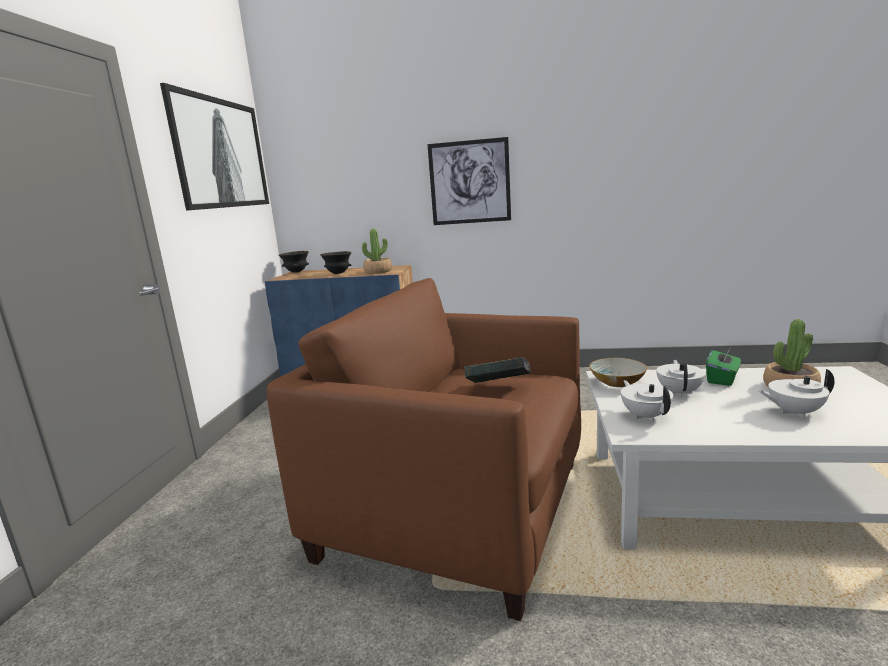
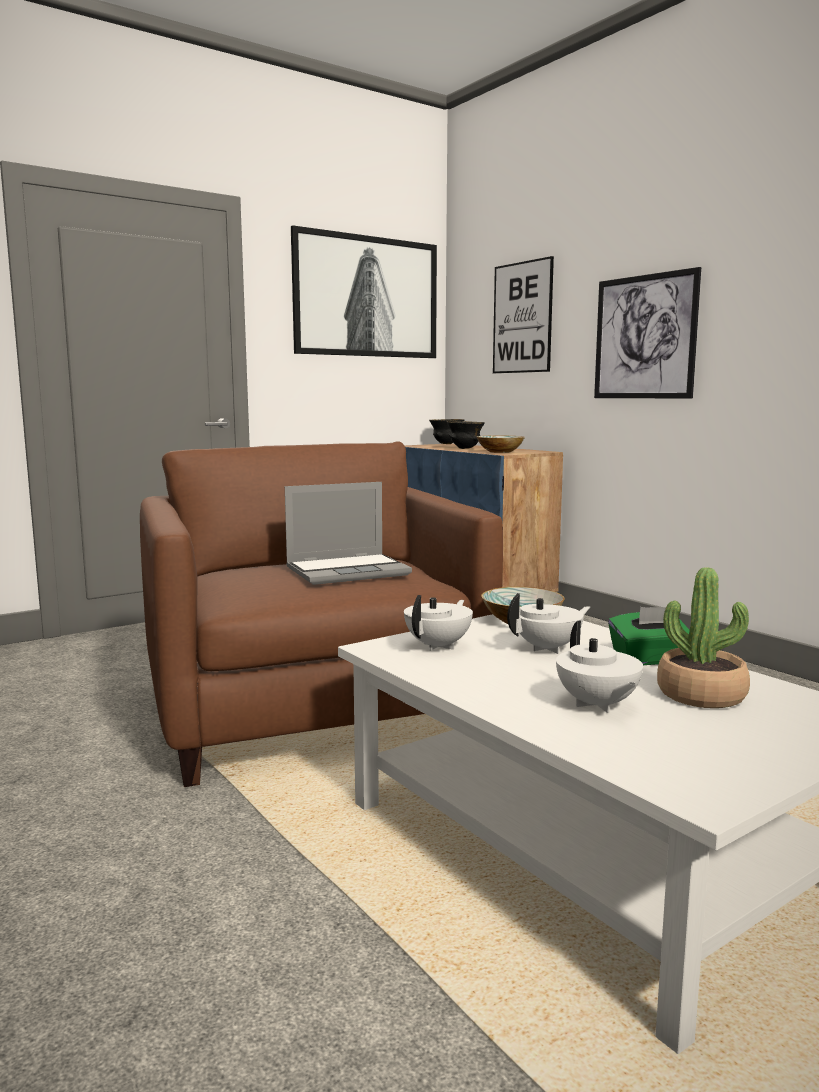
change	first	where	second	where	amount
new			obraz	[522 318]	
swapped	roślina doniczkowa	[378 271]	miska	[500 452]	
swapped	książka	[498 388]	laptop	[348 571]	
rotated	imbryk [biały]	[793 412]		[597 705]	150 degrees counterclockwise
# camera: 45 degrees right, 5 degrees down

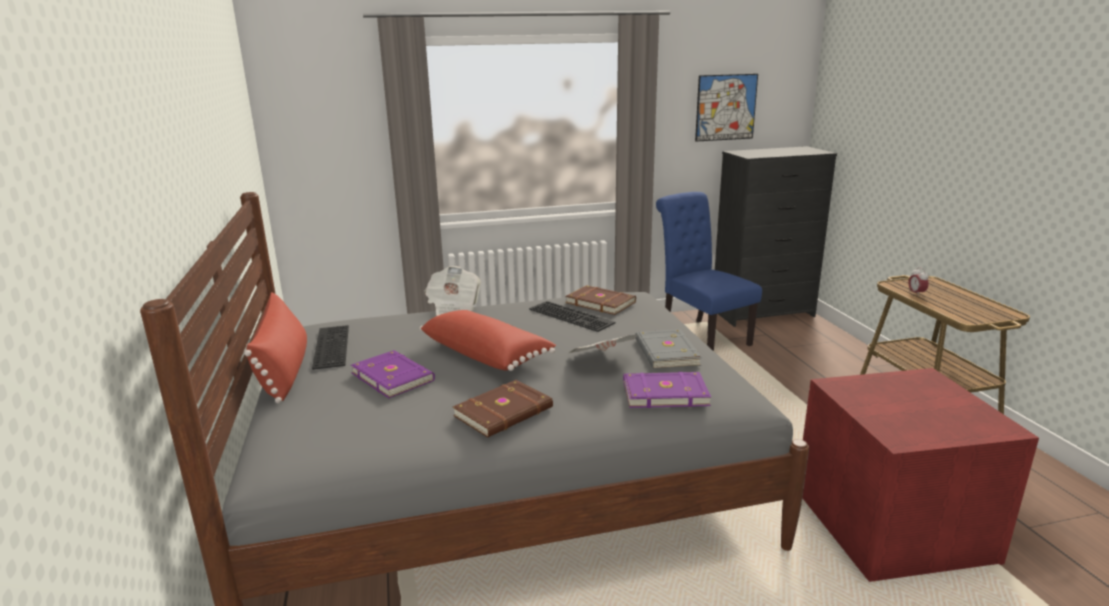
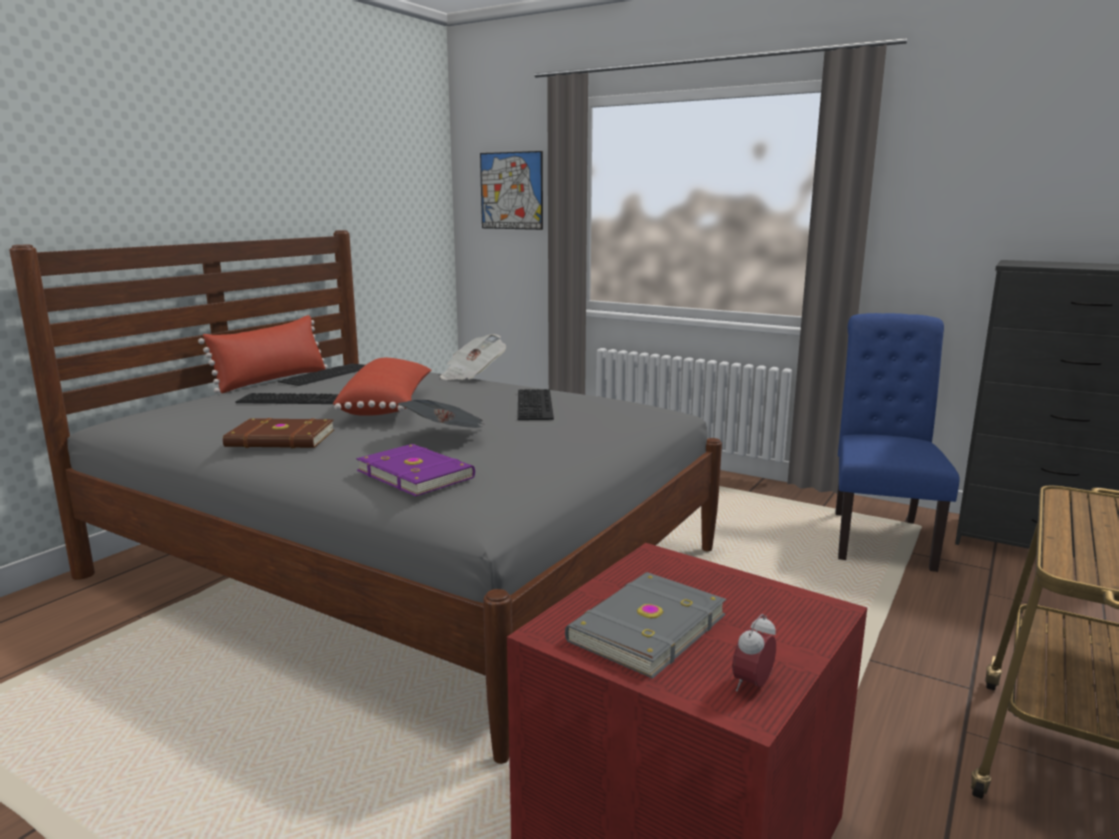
change	first	where	second	where	amount
gone	książka [brązowy]	[600 302]			
shifted	książka [szary]	[665 353]		[644 627]	
shifted	obraz	[726 107]		[511 191]	
shifted	budzik	[916 294]		[752 685]	
swapped	książka [fioletowy]	[393 376]	klawiatura	[298 399]	
# camera: 45 degrees right, 5 degrees down

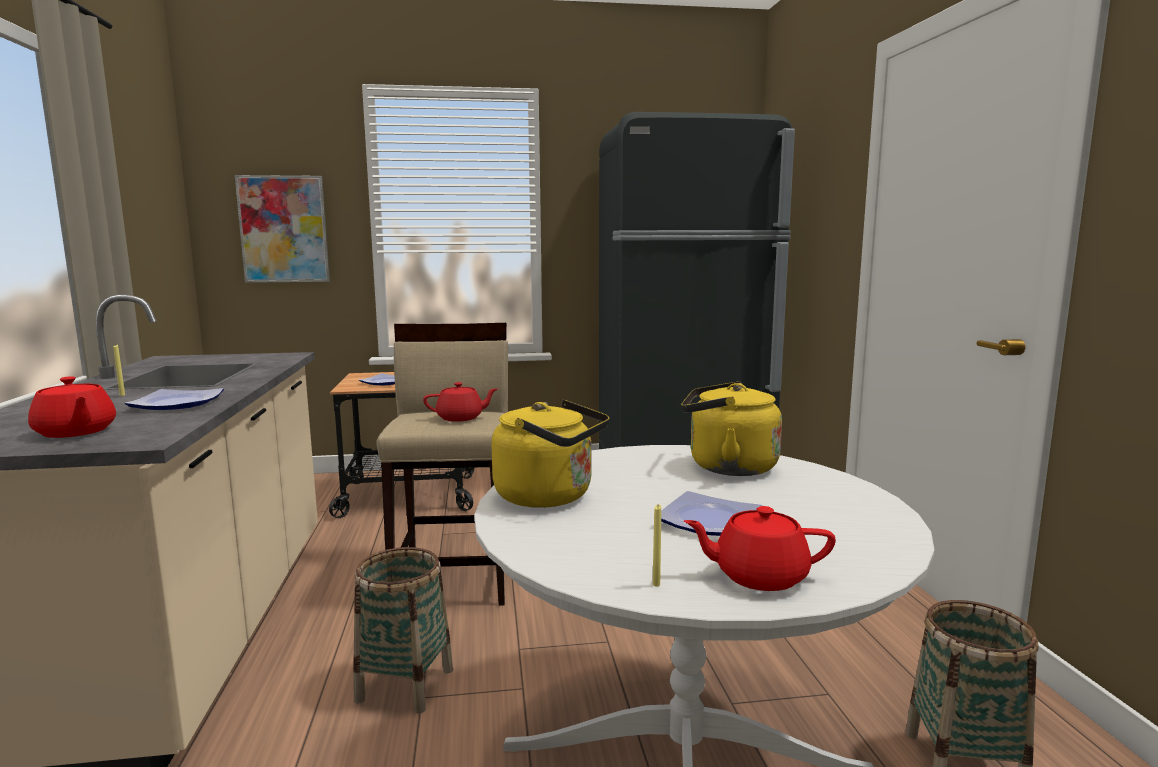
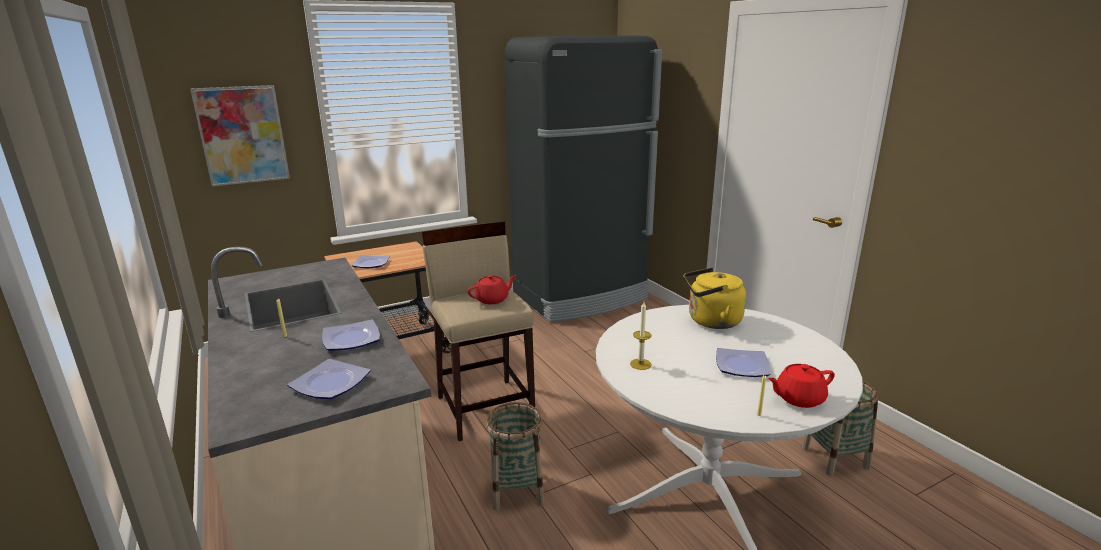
change	first	where	second	where	amount
swapped	imbryk [czerwony]	[75 432]	talerz	[332 383]	
swapped	czajnik [żółty]	[550 496]	świeca	[640 364]	
# camera: 20 degrees left, 10 degrees up

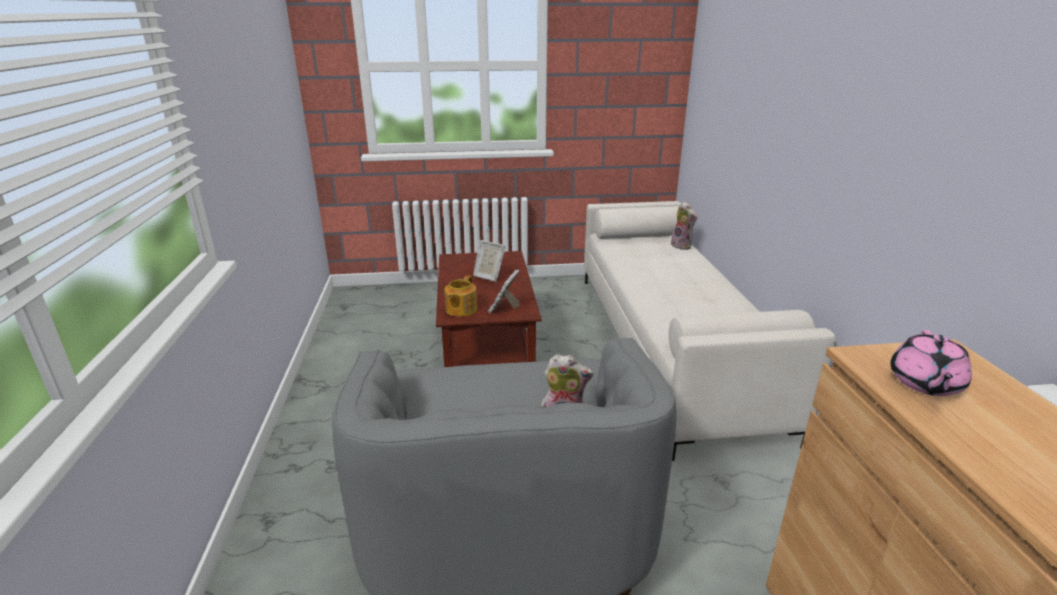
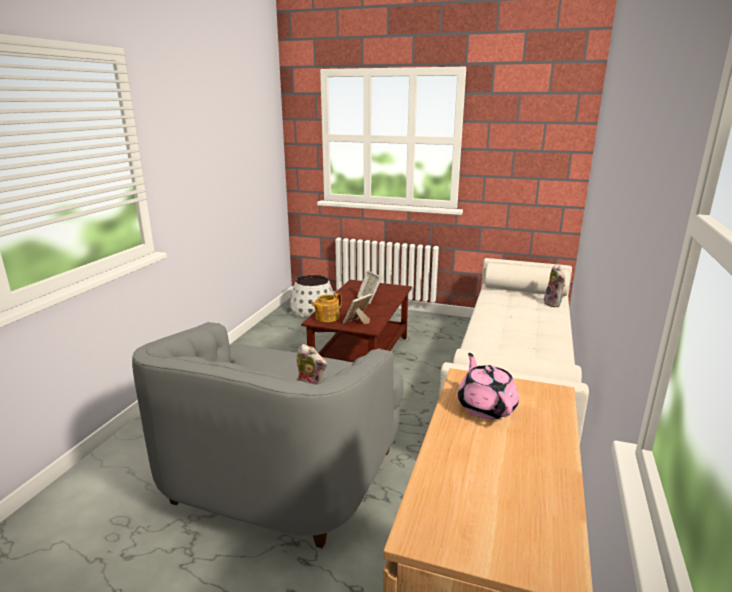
change	first	where	second	where	amount
new			donica [biały]	[313 310]	
rotated	imbryk [różowy]	[925 383]		[486 406]	120 degrees clockwise
# camera: 25 degrees right, 5 degrees down

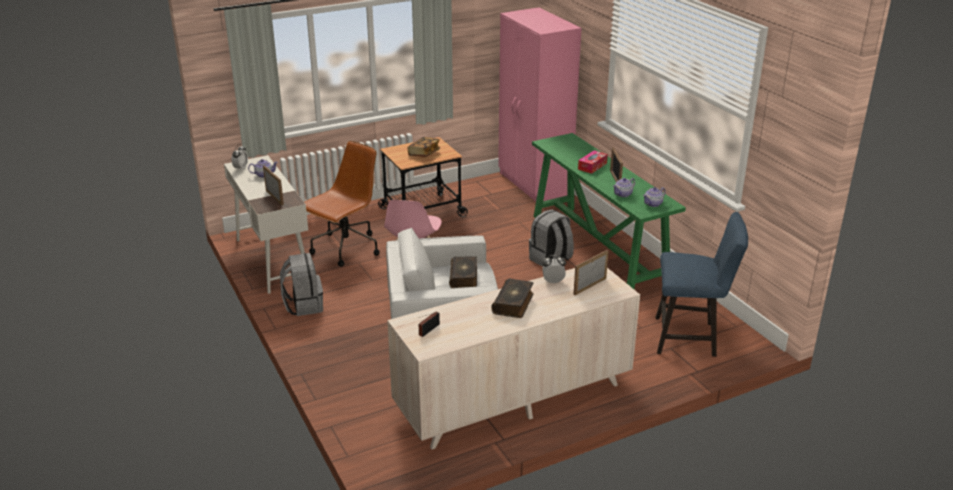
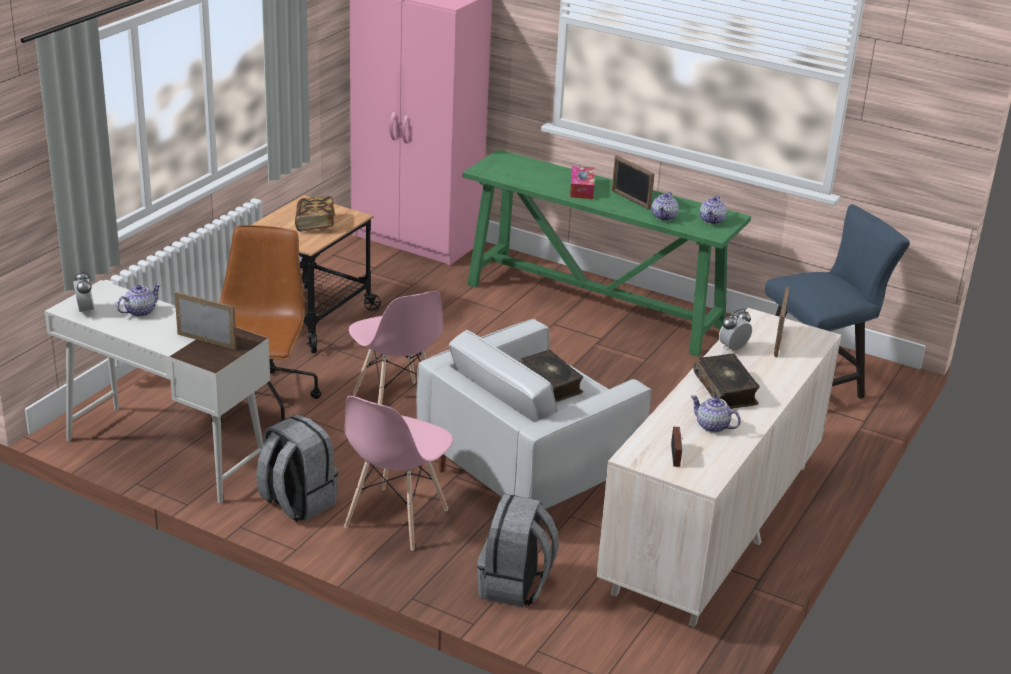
change	first	where	second	where	amount
new			krzesło [różowy]	[396 519]	
new			imbryk	[712 426]	
shifted	plecak [szary]	[550 259]		[515 586]	
# camera: 35 degrees left, 0 degrees up

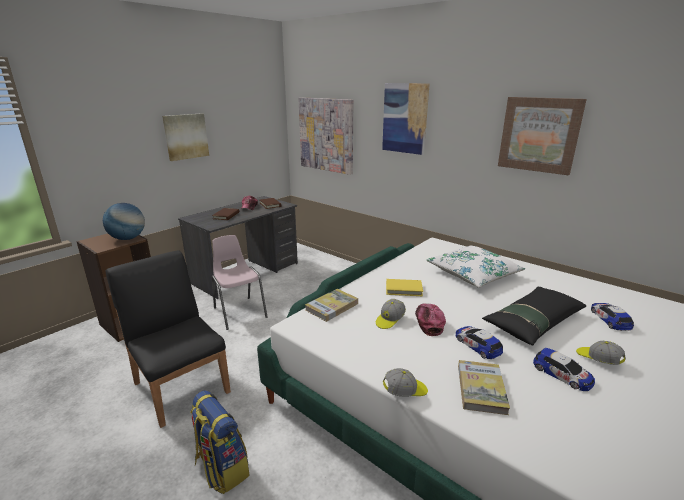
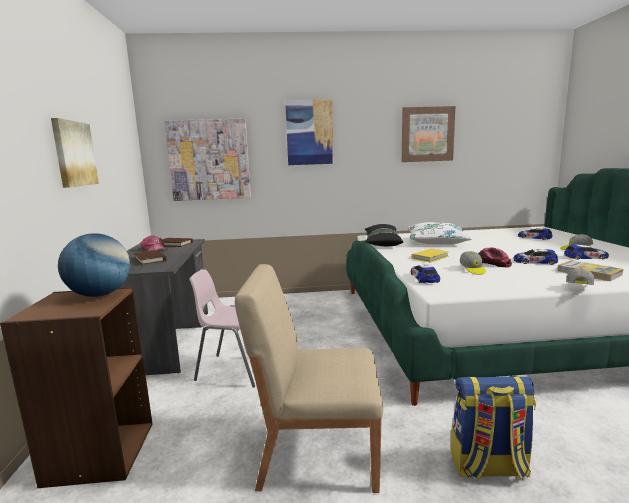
change	first	where	second	where	amount
shifted	poduszka [czarny]	[533 322]		[382 242]	
swapped	książka	[332 307]	samochodzik	[424 278]	
repainted	krzesło [czarny]	[181 386]	krzesło [beżowy]	[316 452]	
# camera: 45 degrees left, 10 degrees down

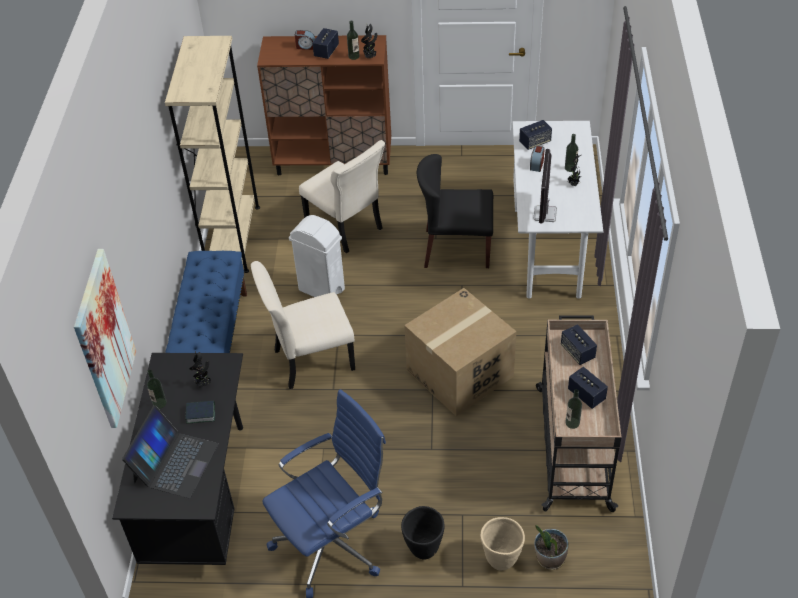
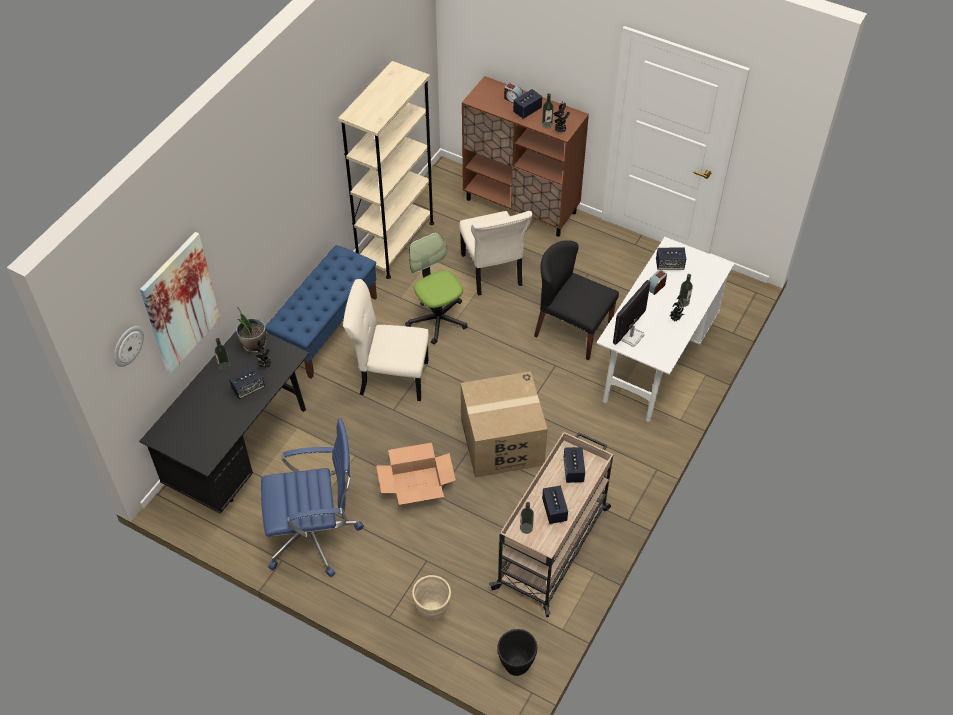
change	first	where	second	where	amount
gone	laptop	[175 463]			
new			zegar ścienny	[127 345]	
new			karton	[416 485]	
shifted	donica [czarny]	[423 549]		[516 665]	
shifted	roślina doniczkowa	[549 559]		[254 344]	
swapped	książka	[200 413]	głośnik	[248 388]	
swapped	kosz na śmieci [biały]	[321 289]	krzesło biurowe	[437 319]	
# camera: 25 degrees right, 5 degrees up

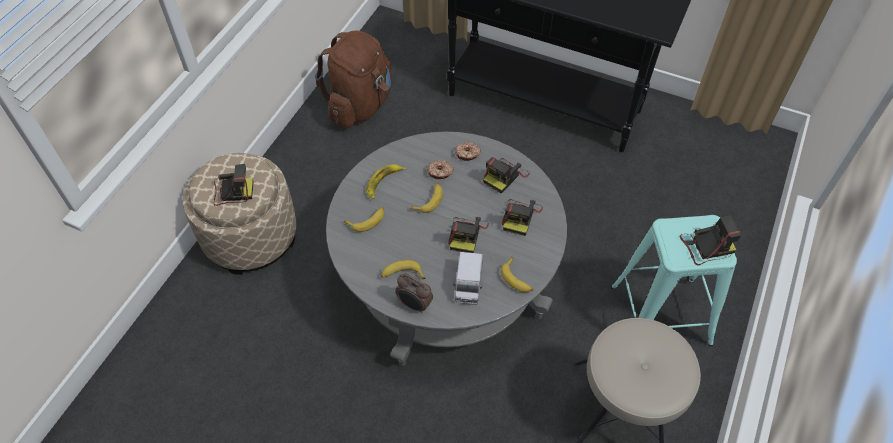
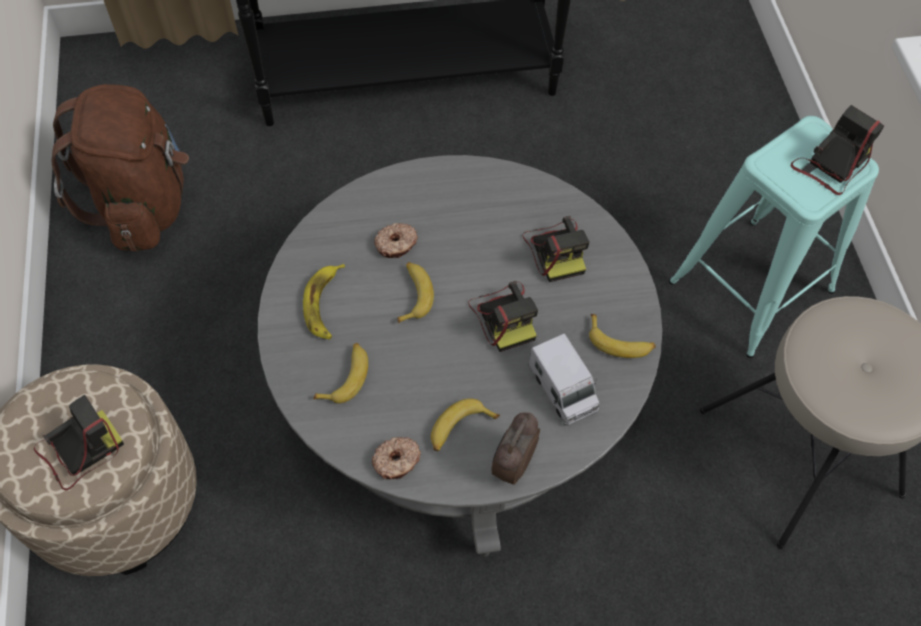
change	first	where	second	where	amount
gone	aparat fotograficzny	[505 176]			
shifted	donut	[467 154]		[397 461]	
rotated	budzik	[414 305]		[512 464]	120 degrees clockwise
# camera: 35 degrees left, 5 degrees up

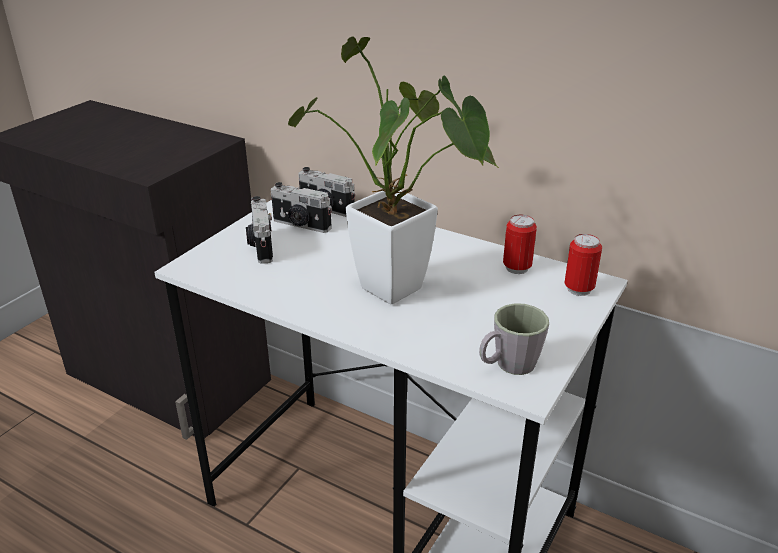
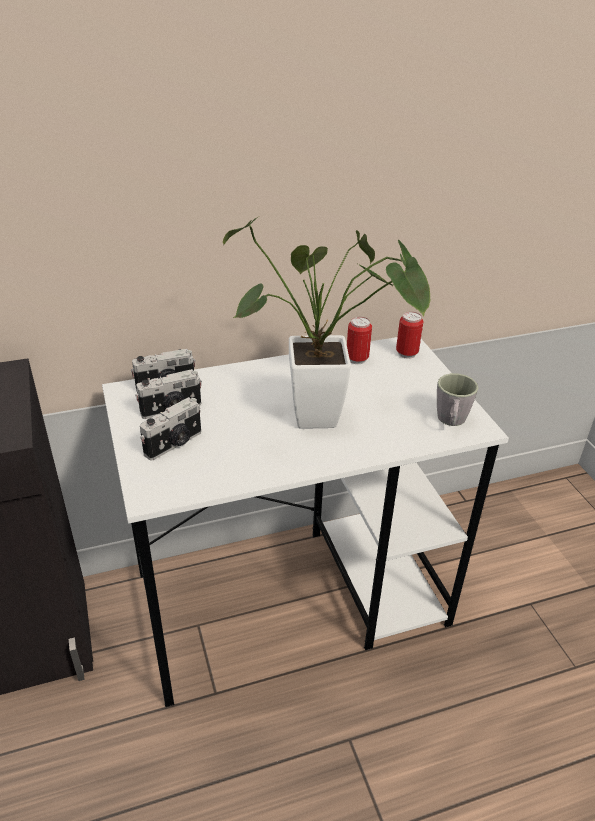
change	first	where	second	where	amount
rotated	aparat fotograficzny	[261 247]		[174 444]	75 degrees counterclockwise
# camera: 50 degrees left, 5 degrees up

